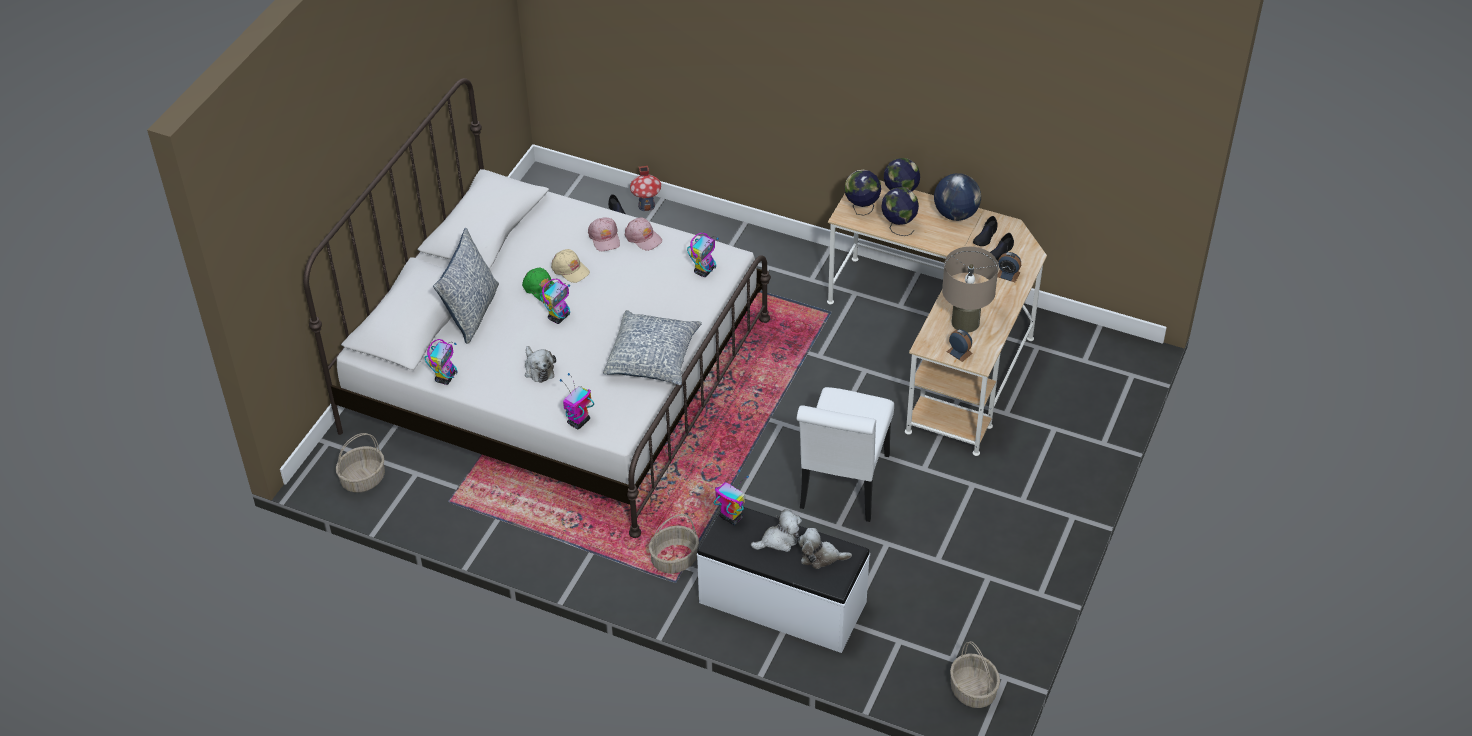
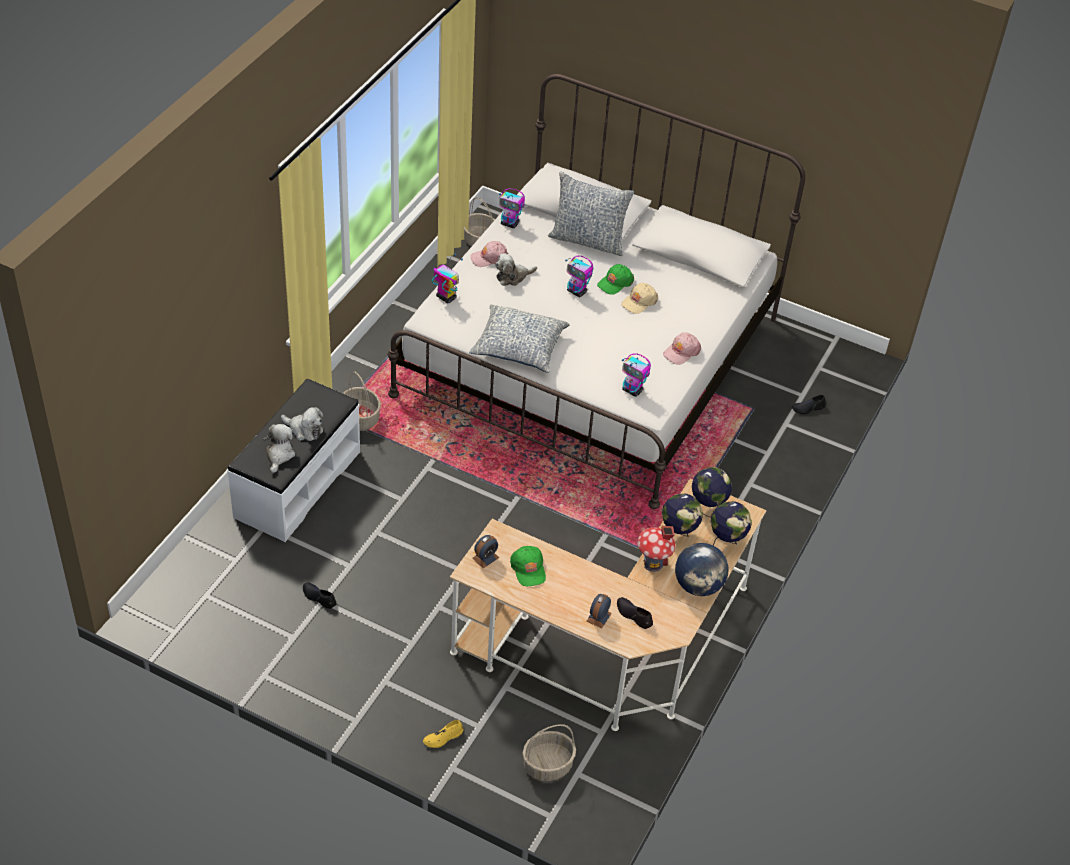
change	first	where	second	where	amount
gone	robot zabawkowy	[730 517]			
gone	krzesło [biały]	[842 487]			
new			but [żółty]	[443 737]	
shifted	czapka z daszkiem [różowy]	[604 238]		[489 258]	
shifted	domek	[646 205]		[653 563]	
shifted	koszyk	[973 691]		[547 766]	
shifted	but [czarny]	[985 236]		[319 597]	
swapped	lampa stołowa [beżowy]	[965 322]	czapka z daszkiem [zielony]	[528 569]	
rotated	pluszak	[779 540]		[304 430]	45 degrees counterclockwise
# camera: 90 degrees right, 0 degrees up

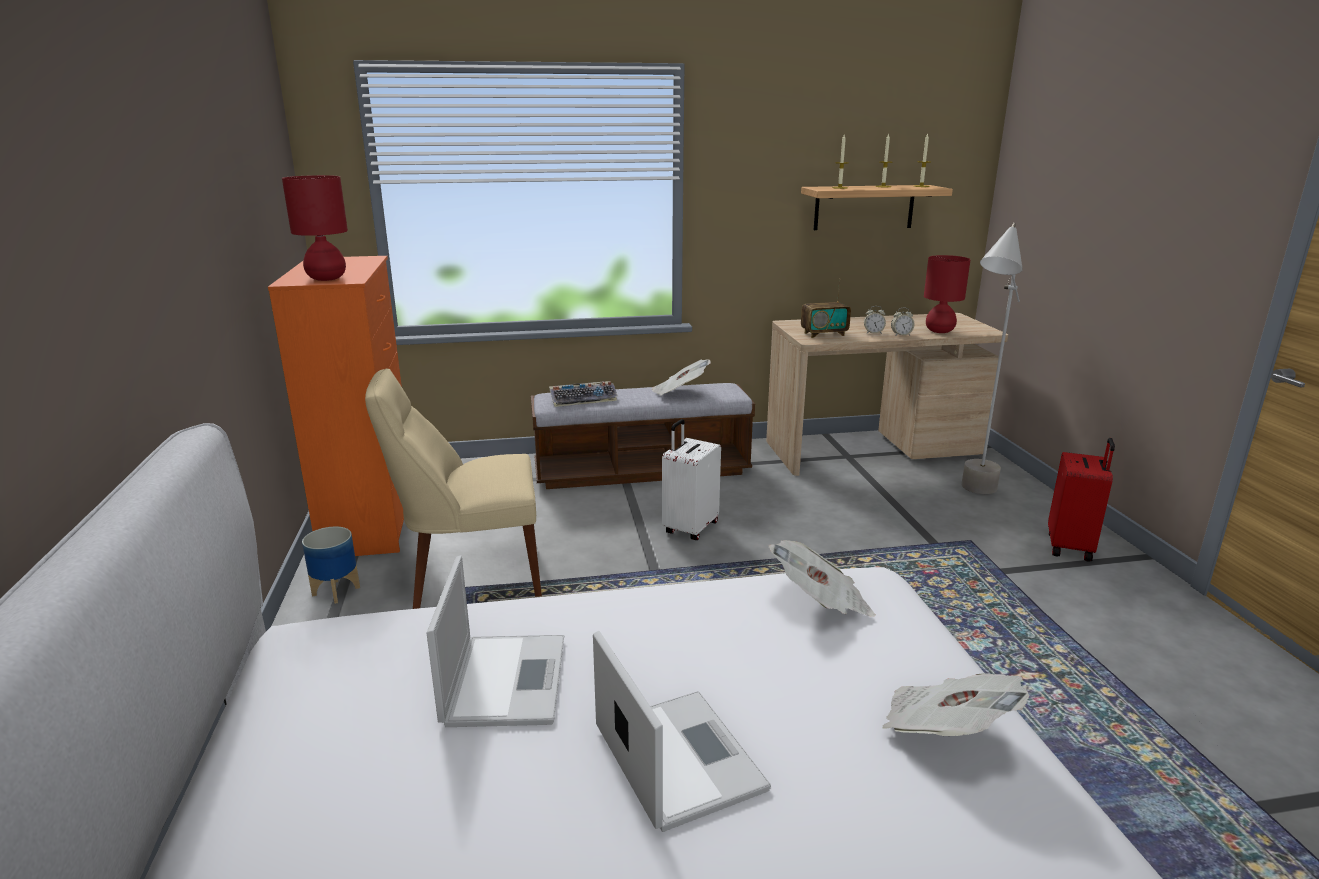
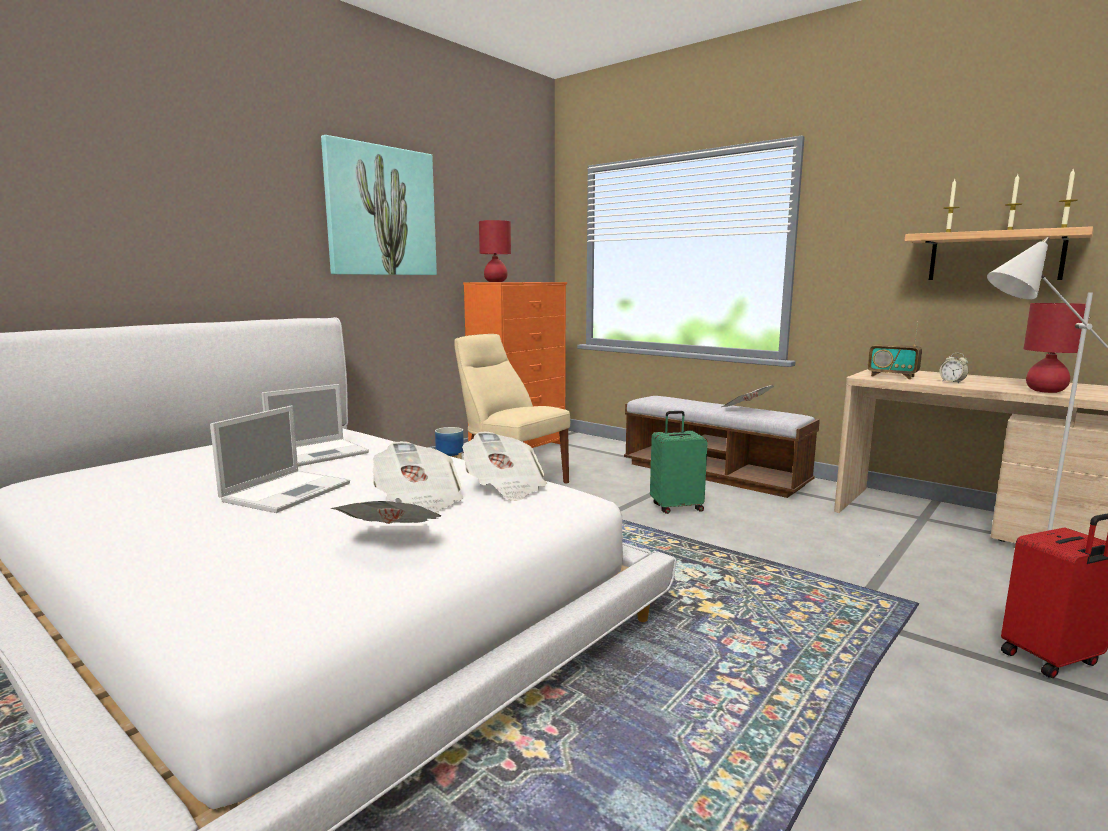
change	first	where	second	where	amount
gone	klawiatura	[584 399]			
gone	budzik	[901 335]			
new			obraz	[381 211]	
new			gazeta	[419 501]	
repainted	walizka [biały]	[689 528]	walizka [zielony]	[676 507]	
# camera: 50 degrees right, 10 degrees down

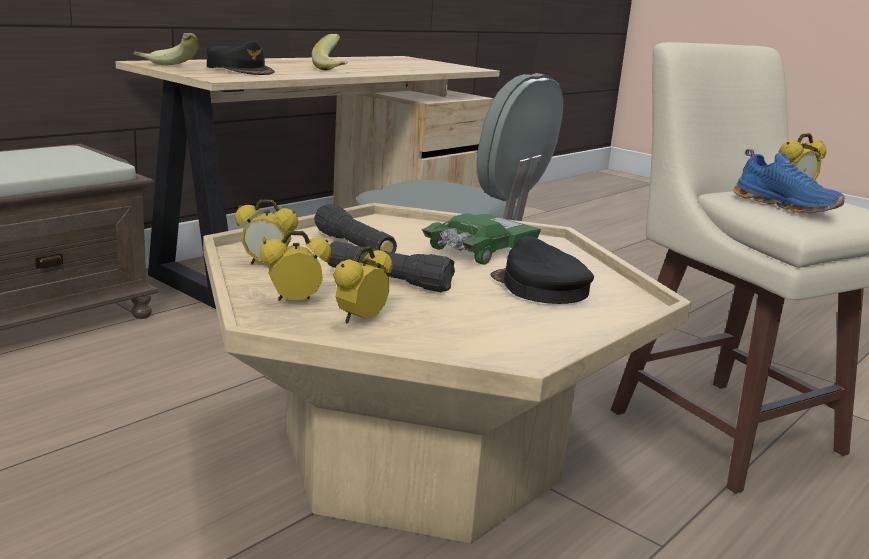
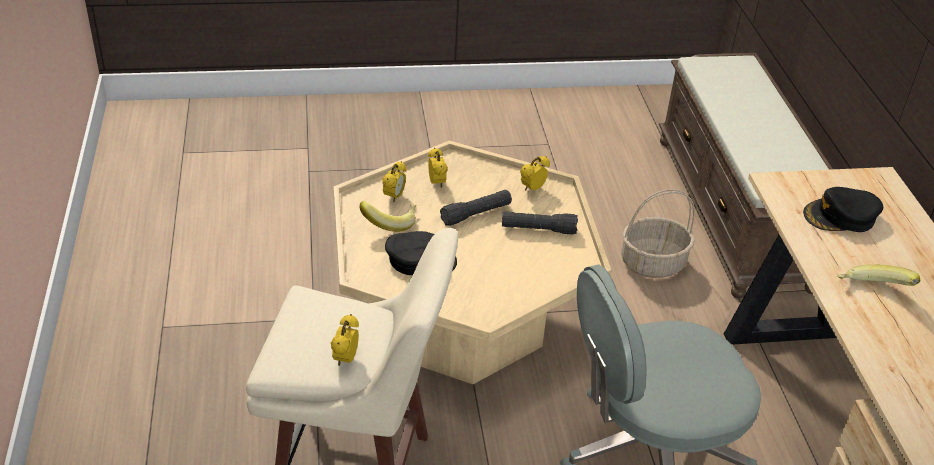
change	first	where	second	where	amount
gone	samochodzik [zielony]	[480 250]			
gone	but [niebieski]	[786 206]			
new			koszyk	[653 263]	
shifted	banan	[166 67]		[390 222]	
shifted	budzik	[295 302]		[394 197]	
# camera: 130 degrees right, 20 degrees up

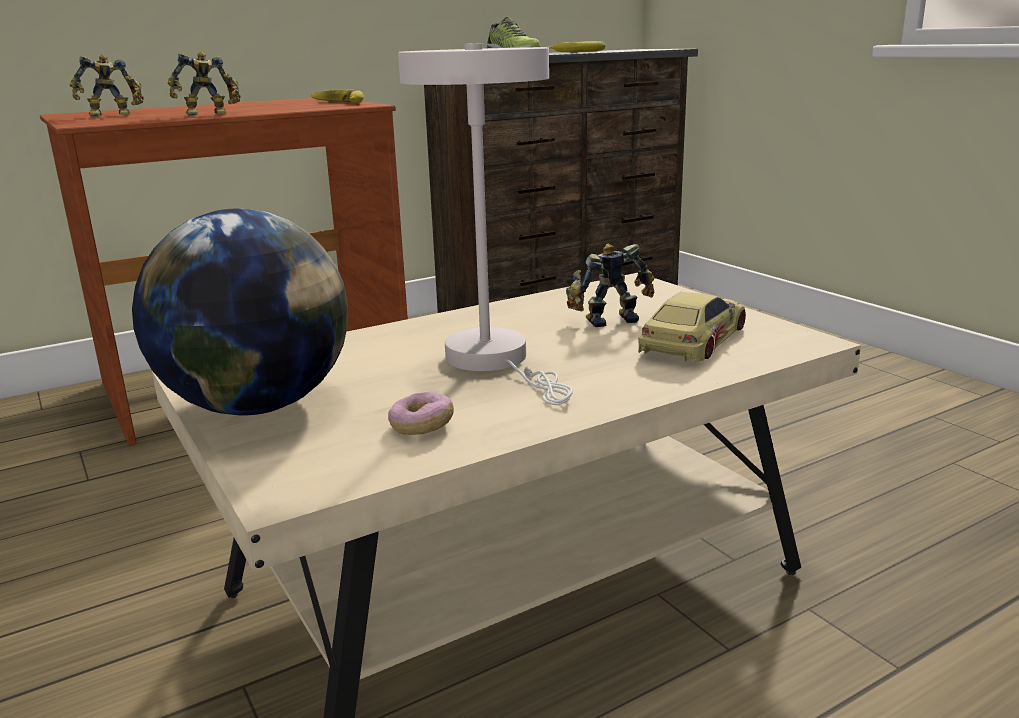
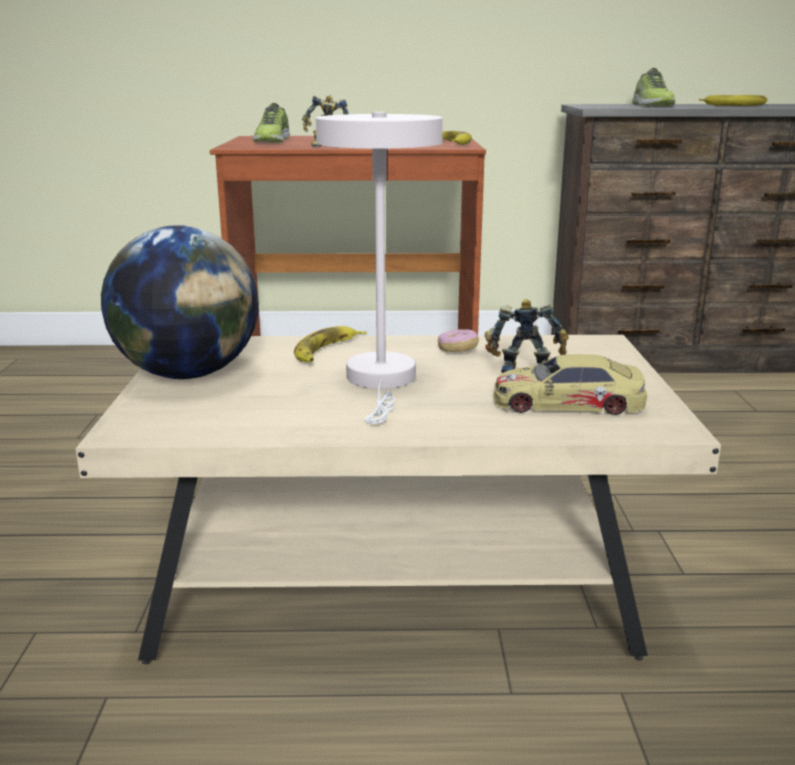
change	first	where	second	where	amount
new			banan	[326 351]	
shifted	donut	[421 426]		[457 350]	
swapped	robot zabawkowy	[112 115]	but	[272 141]	
rotated	samochodzik	[693 339]		[567 402]	150 degrees counterclockwise
# camera: 30 degrees right, 0 degrees up

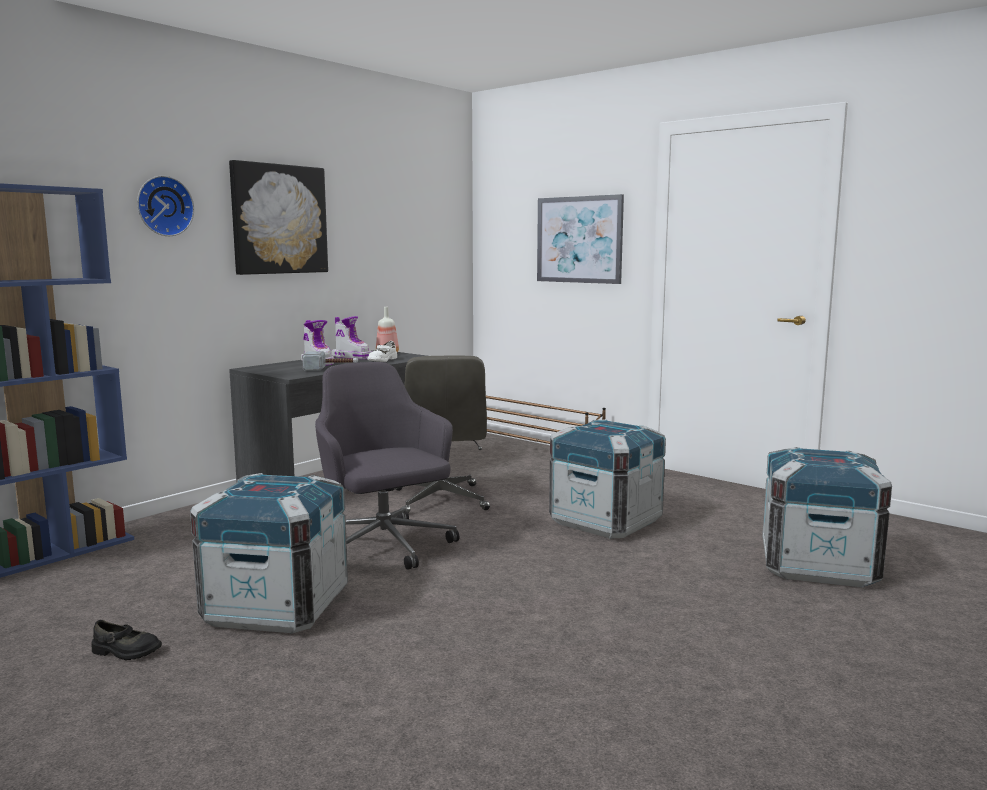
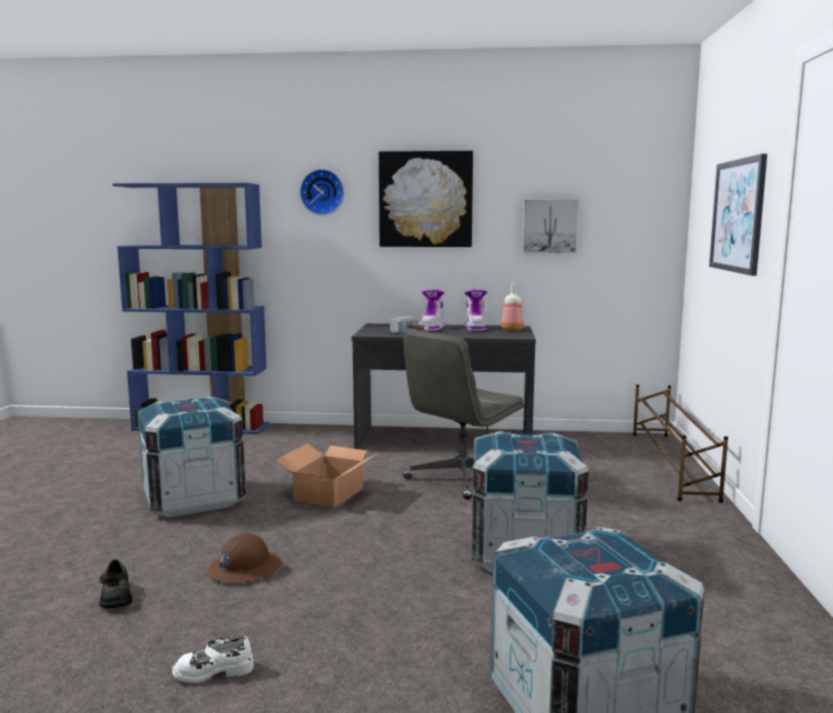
change	first	where	second	where	amount
new			kask [brązowy]	[244 569]	
new			obraz	[549 226]	
shifted	but [czarny]	[125 652]		[115 597]	
shifted	but [biały]	[382 360]		[213 670]	
swapped	krzesło biurowe [szary]	[384 548]	karton	[330 493]	
# camera: 55 degrees right, 0 degrees up

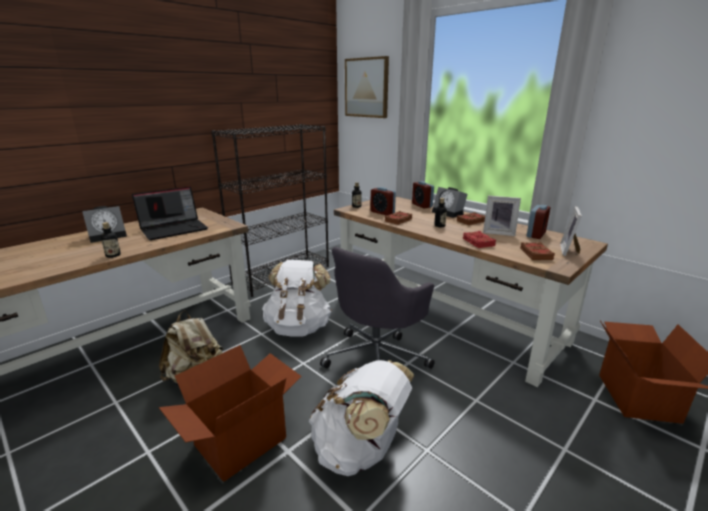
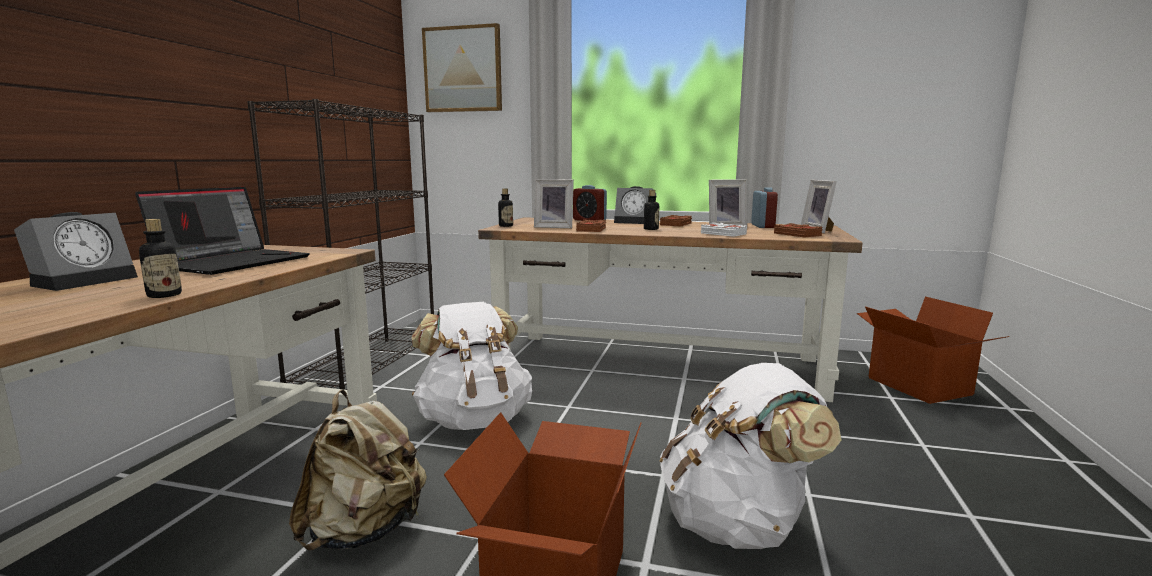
change	first	where	second	where	amount
gone	krzesło biurowe [szary]	[377 358]			
swapped	budzik	[382 212]	ramka na zdjęcie	[554 227]	
repainted	książka [czerwony]	[478 242]	książka [biały]	[723 234]	
# camera: 30 degrees left, 10 degrees down

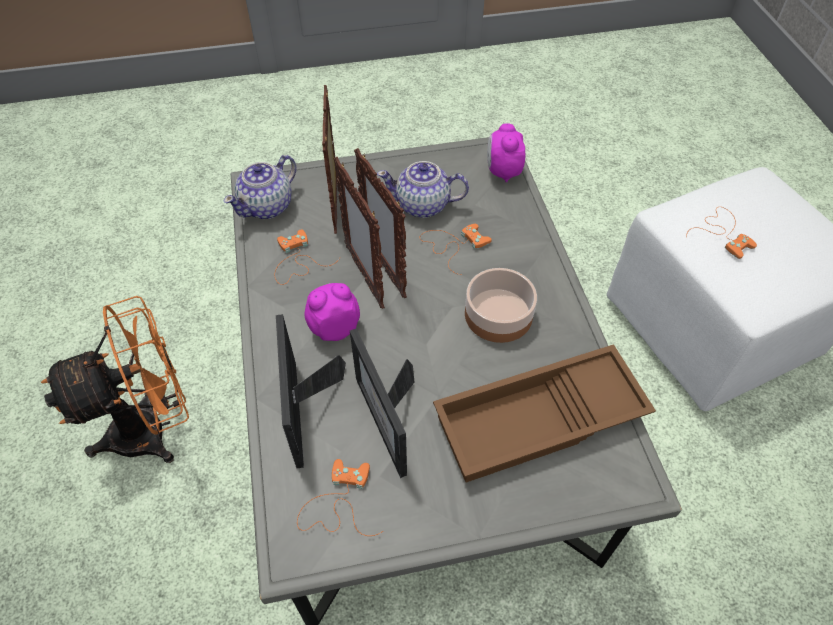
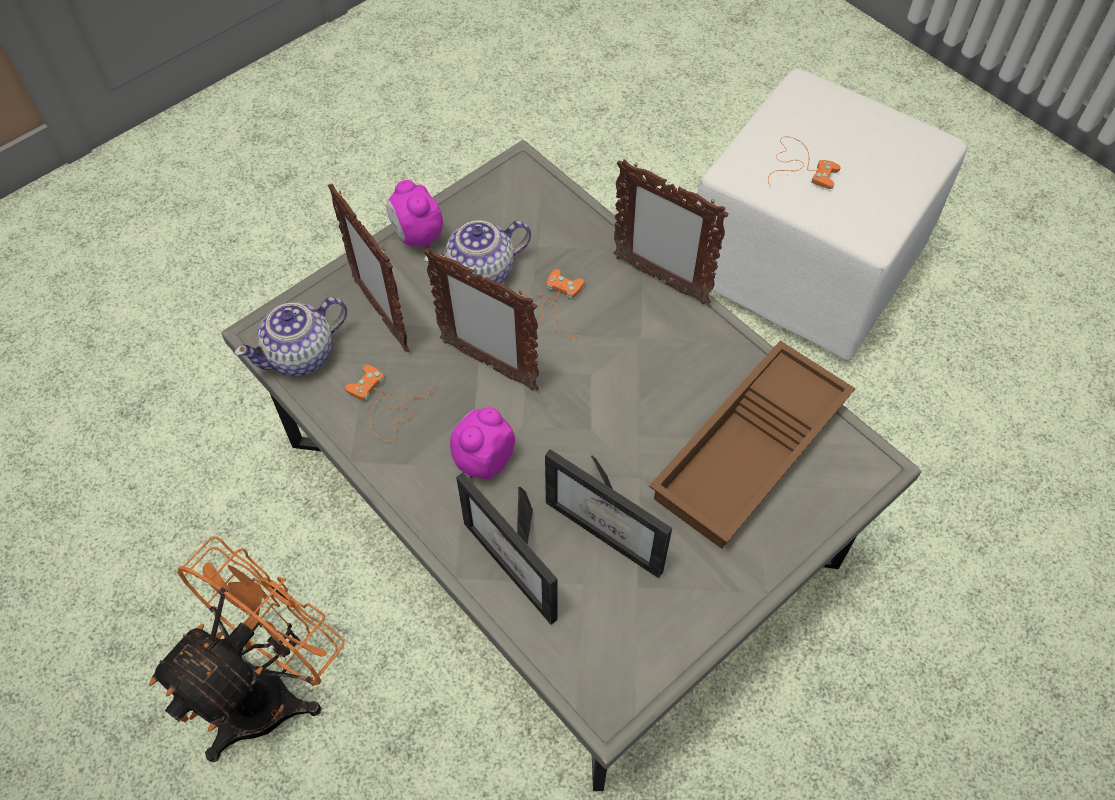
change	first	where	second	where	amount
gone	pad do gier [pomarańczowy]	[338 503]			
gone	miska	[499 314]			
shifted	ramka na zdjęcie	[364 276]		[660 279]	
shifted	budzik	[503 172]		[417 236]	
rotated	imbryk	[268 206]		[301 354]	45 degrees clockwise
# camera: 30 degrees left, 5 degrees up

